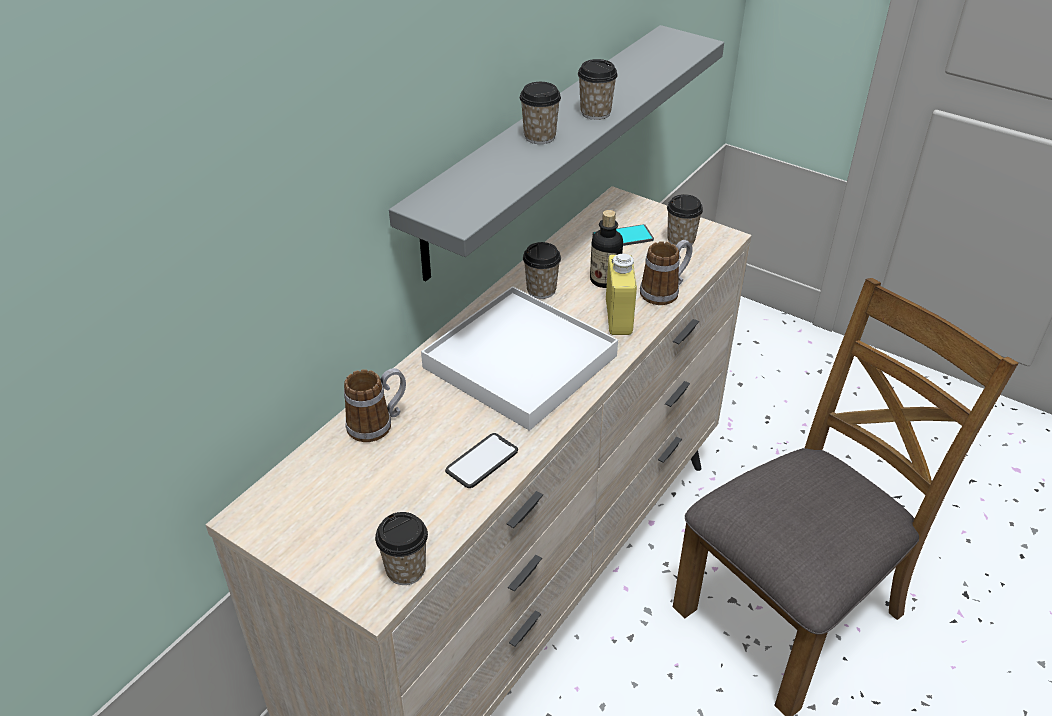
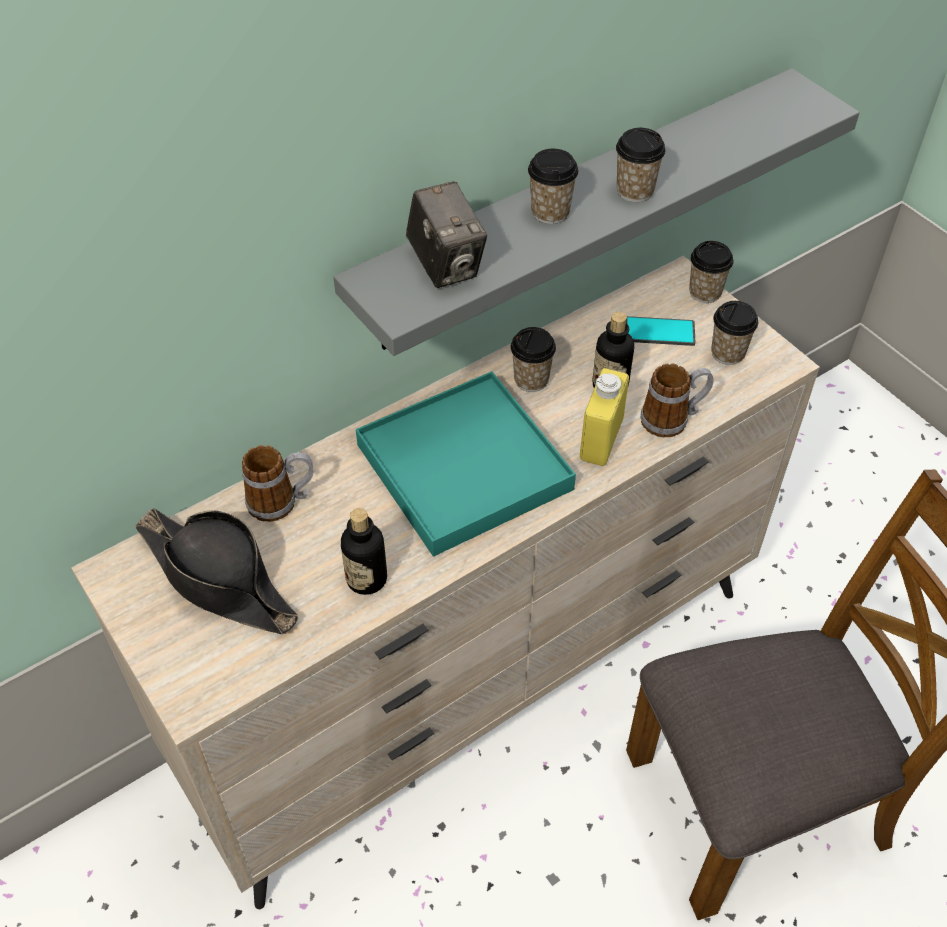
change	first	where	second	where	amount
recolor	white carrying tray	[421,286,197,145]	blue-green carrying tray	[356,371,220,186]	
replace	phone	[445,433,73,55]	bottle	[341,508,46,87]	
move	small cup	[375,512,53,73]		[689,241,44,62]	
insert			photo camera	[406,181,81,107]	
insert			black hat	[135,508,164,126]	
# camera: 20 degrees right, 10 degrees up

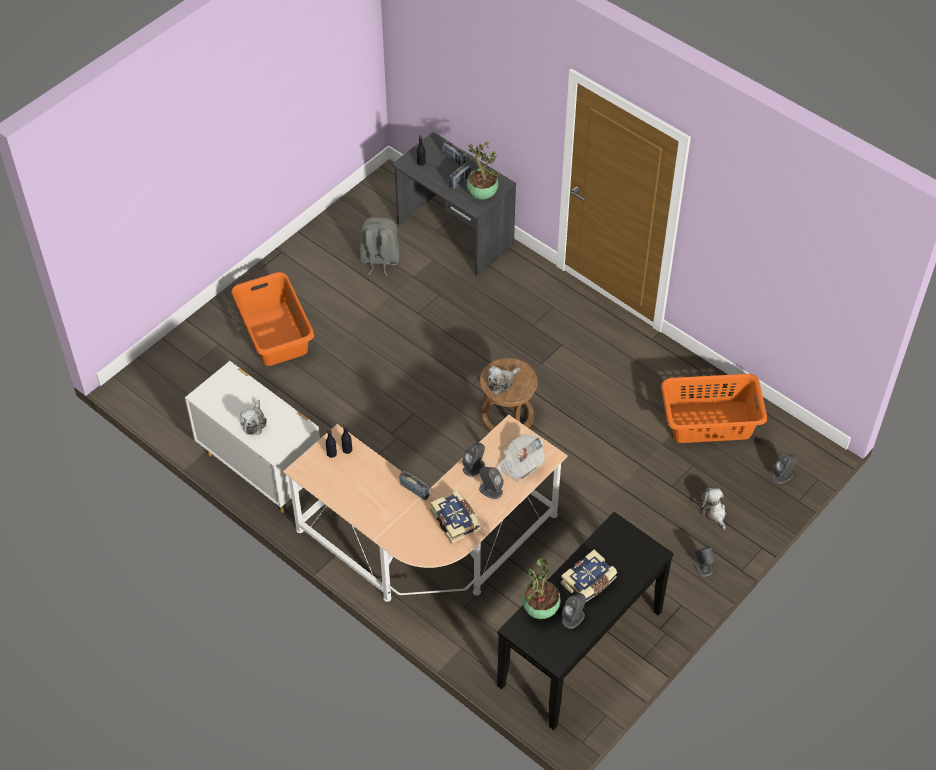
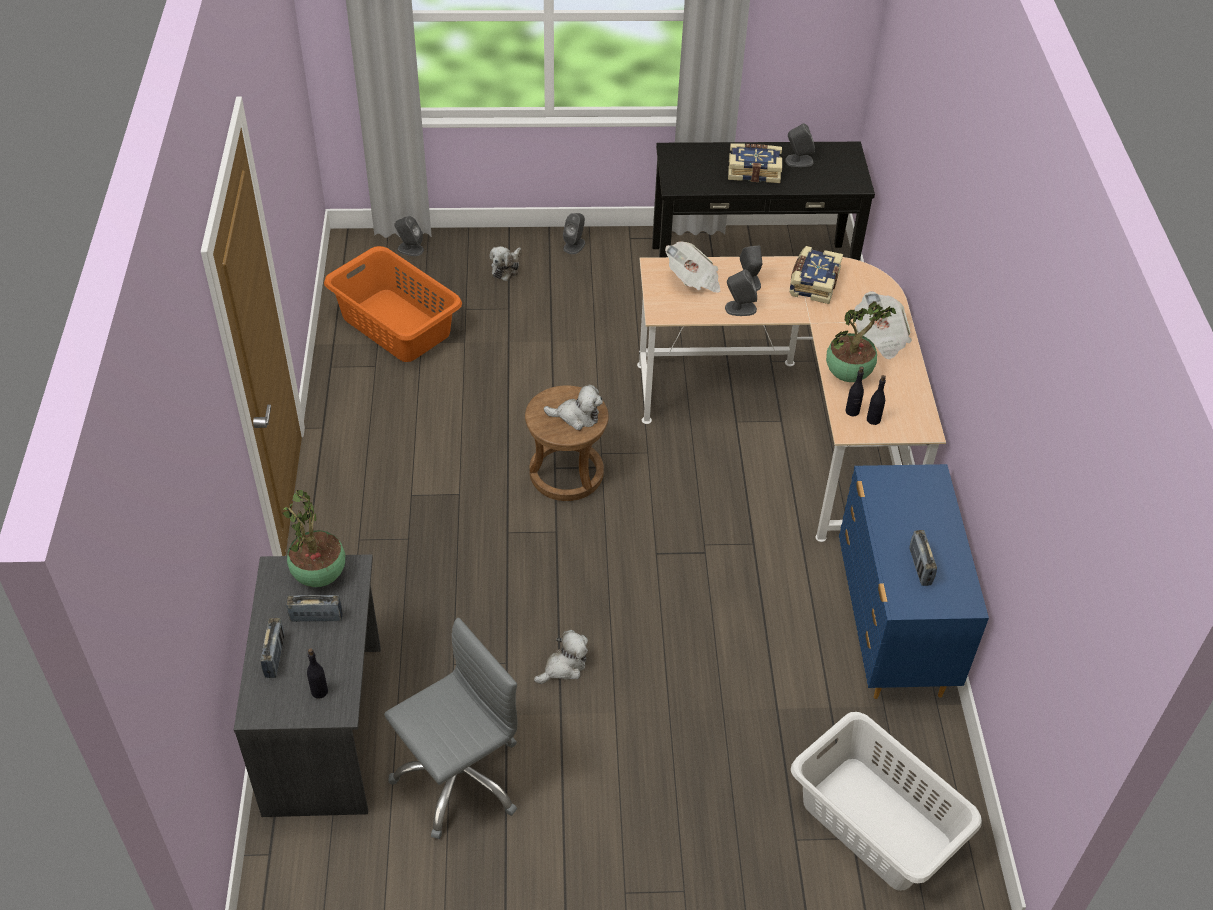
change	first	where	second	where	amount
replace	gray backpack	[360,217,40,59]	gray computer chair	[384,618,133,221]	
delete	orangey hamper	[231,272,83,94]			
recolor	white chest of drawers	[185,361,135,152]	bluish chest of drawers	[839,464,150,235]	
move	plush toy	[240,400,27,35]		[534,630,54,54]	
move	radio	[400,470,30,30]		[909,530,28,56]	
move	houseplant	[522,557,39,62]		[826,301,70,81]	
insert			newspaper	[854,291,58,68]	
insert			white hamper	[791,712,191,179]	
# camera: 135 degrees left, 5 degrees down

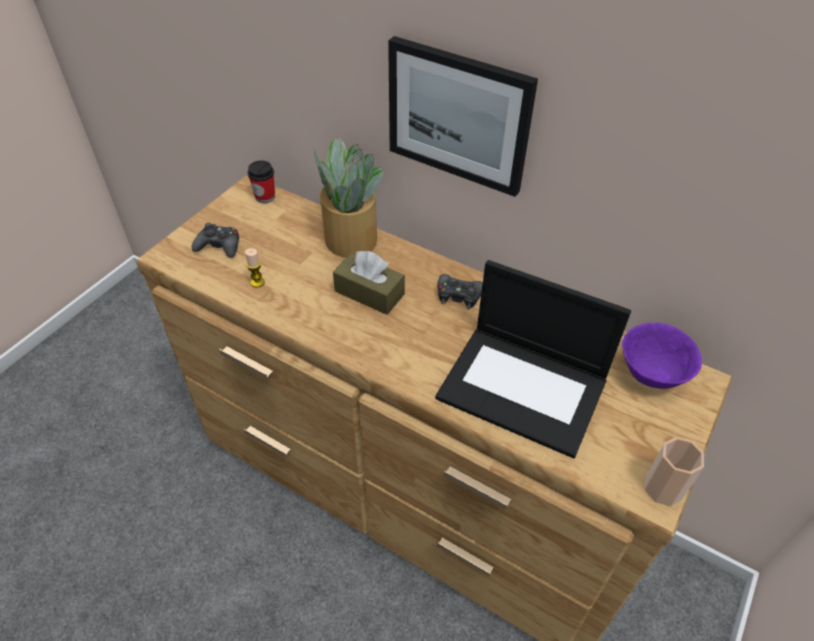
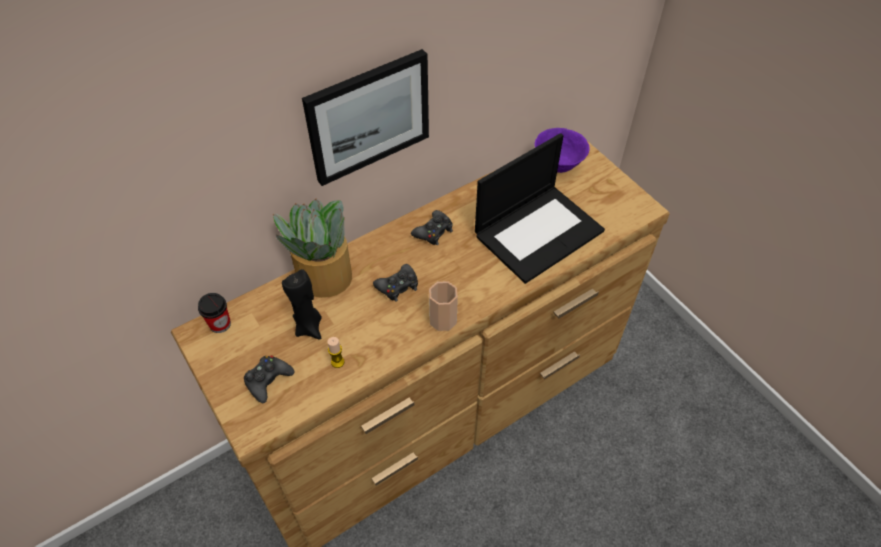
change	first	where	second	where	amount
replace	brownish tissue holder	[333,251,72,64]	black joypad	[373,264,45,38]	
move	small cup	[645,437,59,69]		[429,281,29,50]	
insert			black candle	[282,269,40,70]	
# camera: 65 degrees left, 5 degrees up

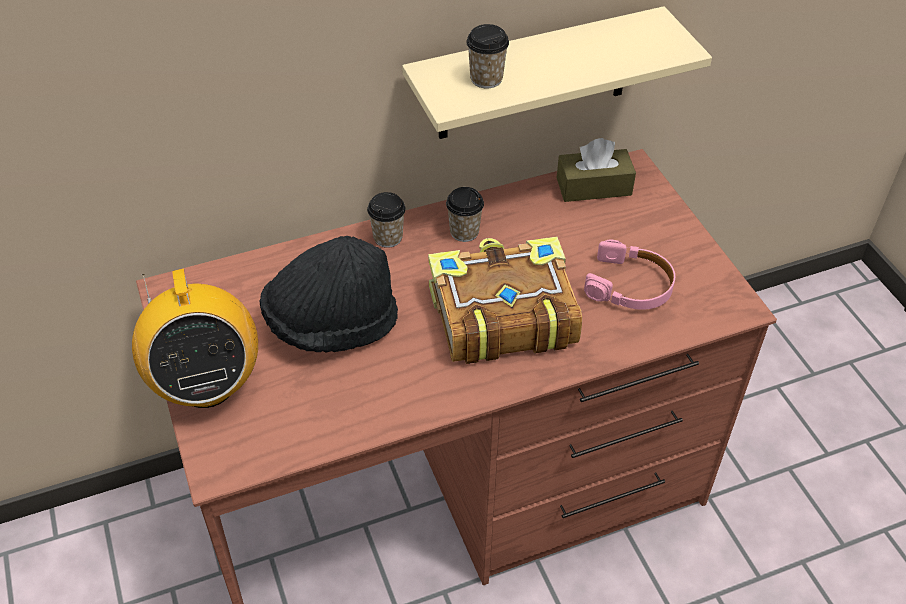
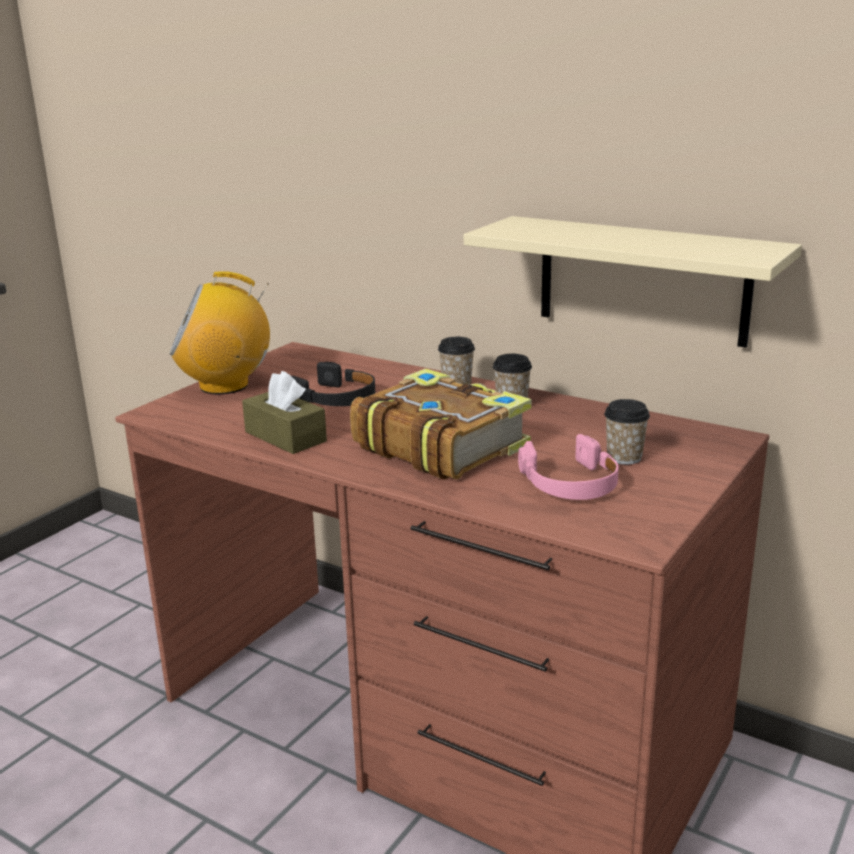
change	first	where	second	where	amount
move	small cup	[466,24,43,64]		[604,399,46,66]	
move	brownish tissue holder	[557,138,79,64]		[242,371,85,83]	
replace	black hat	[260,236,138,116]	black pair of headphones	[292,362,83,44]	
rotate	radio	[132,269,126,139]		[170,271,100,124]	45 degrees clockwise
# camera: 55 degrees right, 25 degrees down

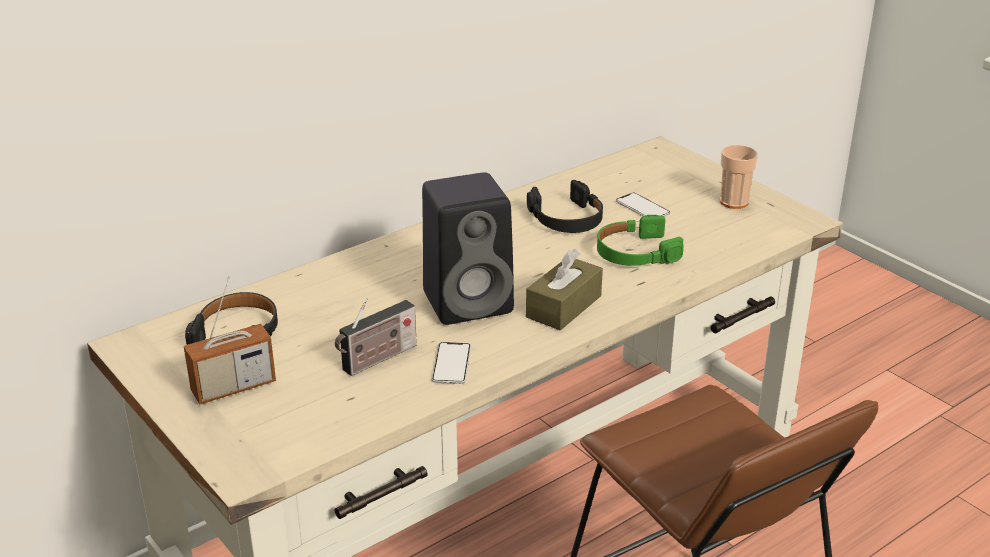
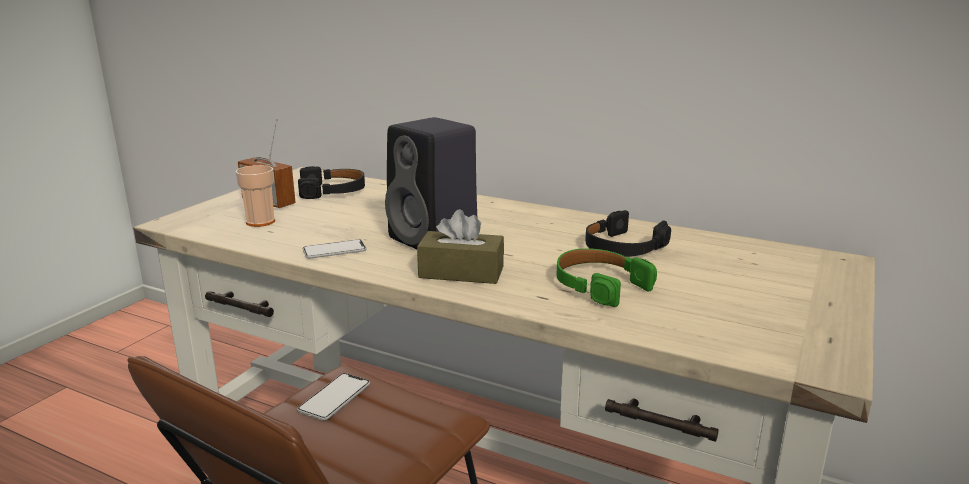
change	first	where	second	where	amount
move	small cup	[720,145,38,64]		[236,165,39,62]	
move	phone	[616,193,55,24]		[297,373,73,47]	
delete	radio	[335,298,82,78]			
# camera: 65 degrees right, 10 degrees down

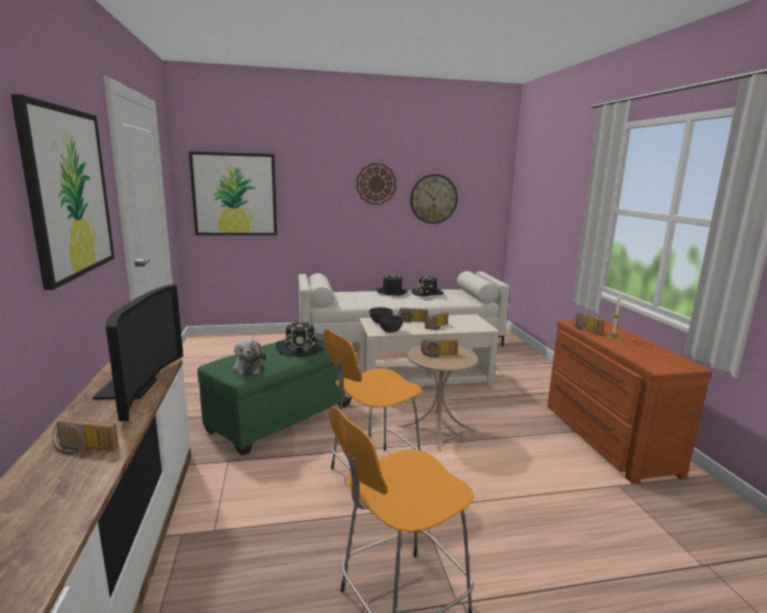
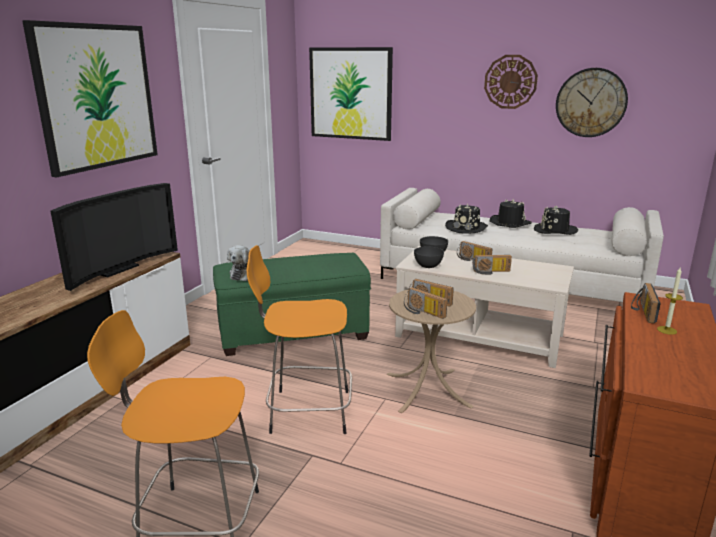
change	first	where	second	where	amount
move	black hat	[276,322,48,35]		[445,203,43,30]	
move	radio	[52,418,67,36]		[404,287,43,32]	
# camera: 35 degrees right, 5 degrees up

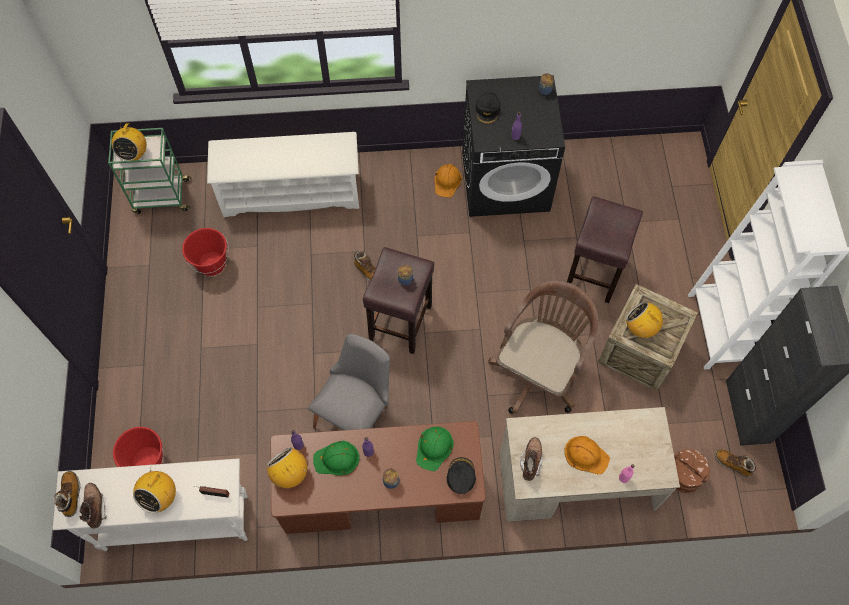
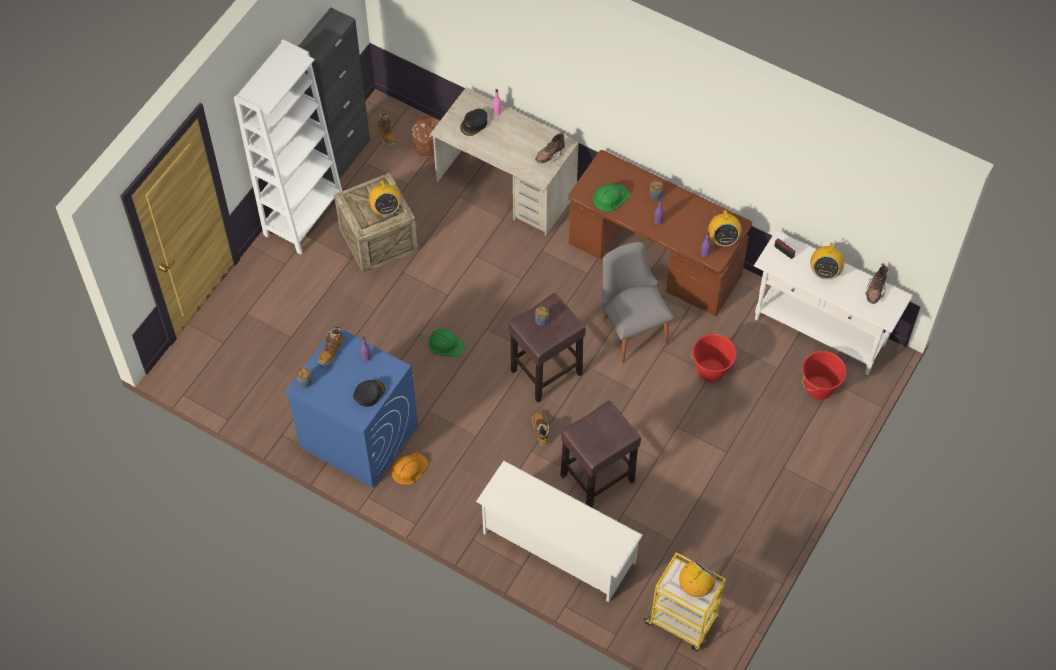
change	first	where	second	where	amount
recolor	black laundry appliance	[462,75,103,142]	bluish laundry appliance	[285,326,133,162]	
recolor	green-coloured wheeled cart	[108,128,84,86]	yellow wheeled cart	[642,552,84,99]	
move	brownish sitting stool	[567,196,76,107]		[560,401,81,107]	
move	reddish pail	[182,228,47,48]		[690,334,47,48]	
delete	brownish computer chair	[488,281,110,133]			
rotate	gray plain chair	[308,334,82,96]		[602,242,72,121]	90 degrees clockwise
delete	orangey hard hat	[564,436,46,39]			
move	green-coloured hard hat	[313,441,46,34]		[428,328,38,30]	
move	black cap	[447,457,29,37]		[460,109,27,27]	
rotate	radio	[133,463,43,50]		[810,239,34,40]	135 degrees clockwise
move	tall boot	[54,471,26,46]		[318,327,26,39]	
# camera: 145 degrees left, 5 degrees down

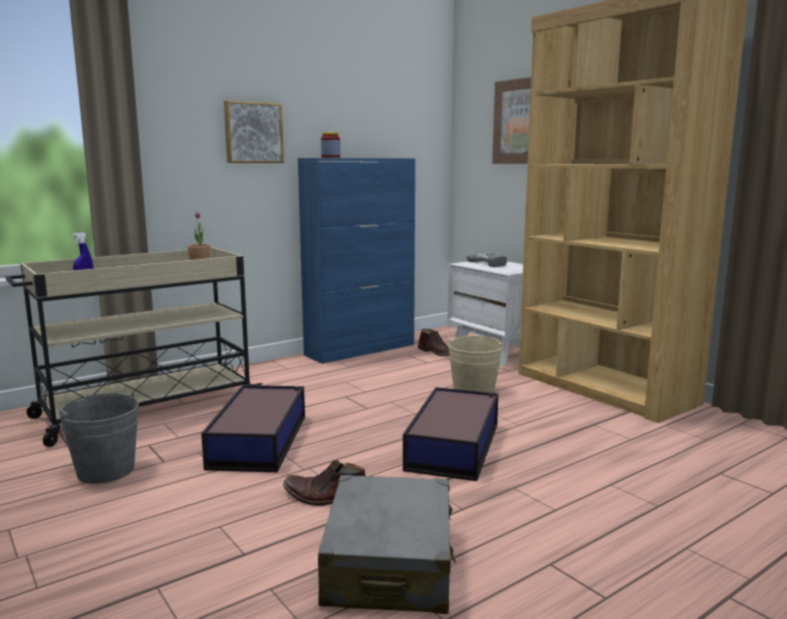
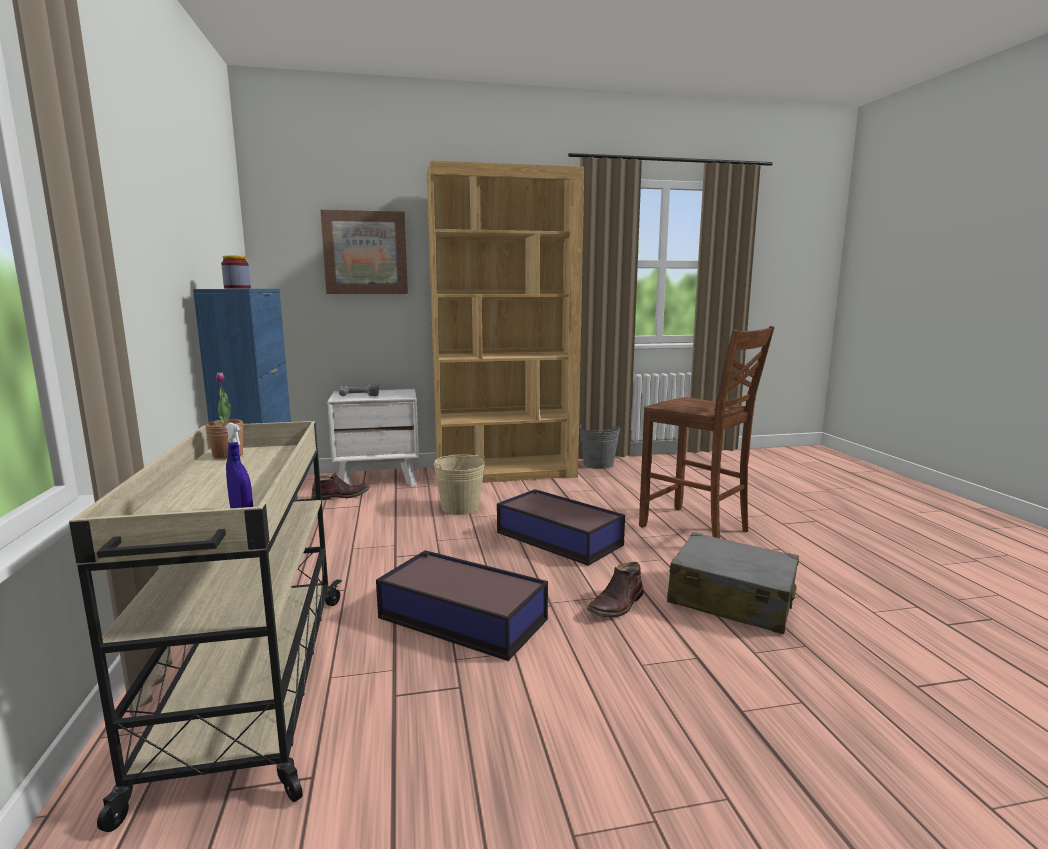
change	first	where	second	where	amount
delete	wall picture	[224,101,60,62]			
move	gray pail	[58,393,81,91]		[579,425,41,44]	
insert			brownish plain chair	[639,326,136,212]	
# camera: 65 degrees left, 0 degrees up

